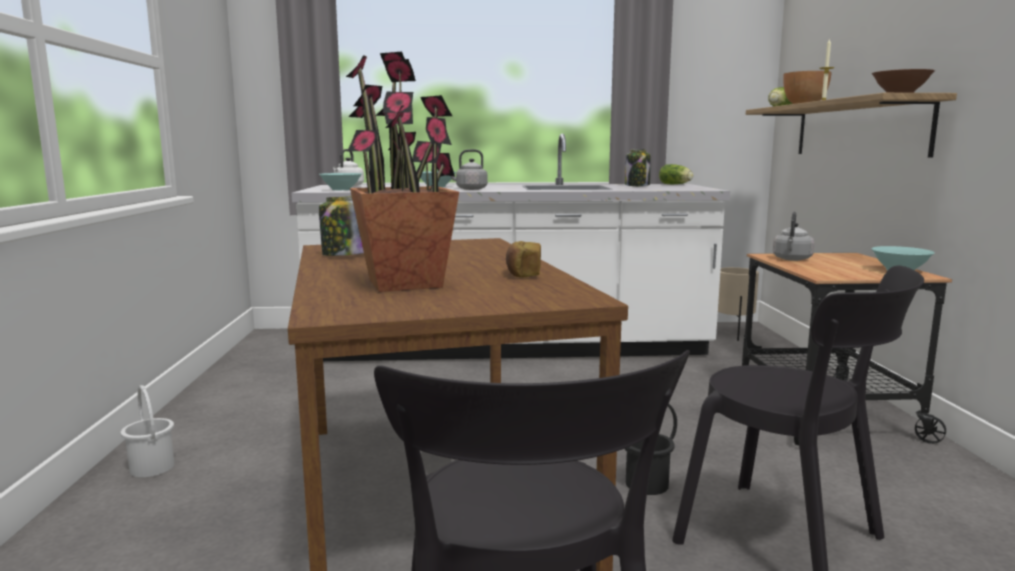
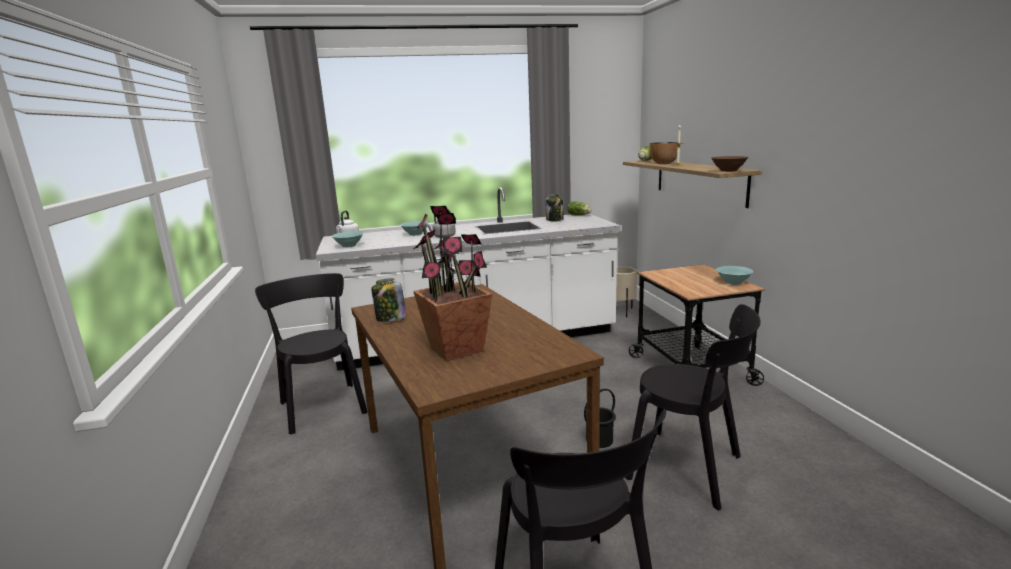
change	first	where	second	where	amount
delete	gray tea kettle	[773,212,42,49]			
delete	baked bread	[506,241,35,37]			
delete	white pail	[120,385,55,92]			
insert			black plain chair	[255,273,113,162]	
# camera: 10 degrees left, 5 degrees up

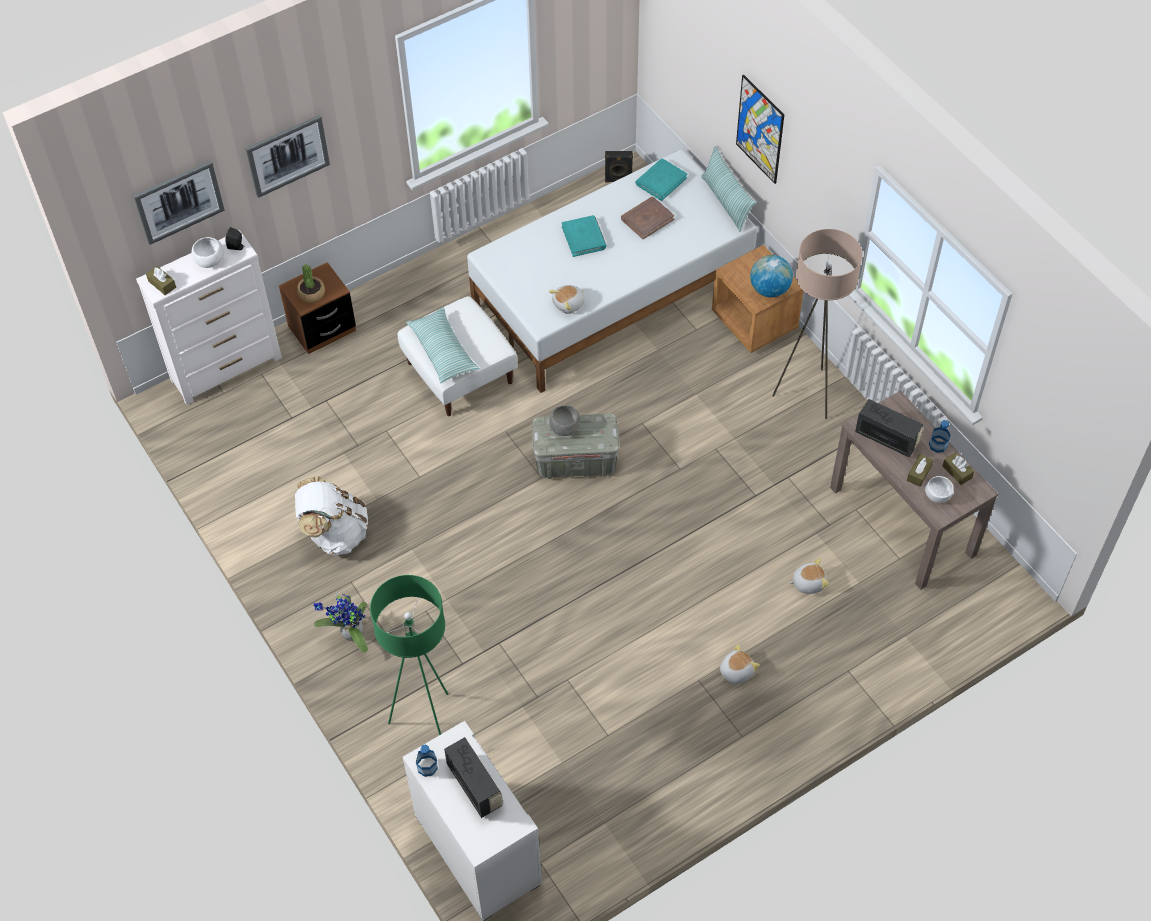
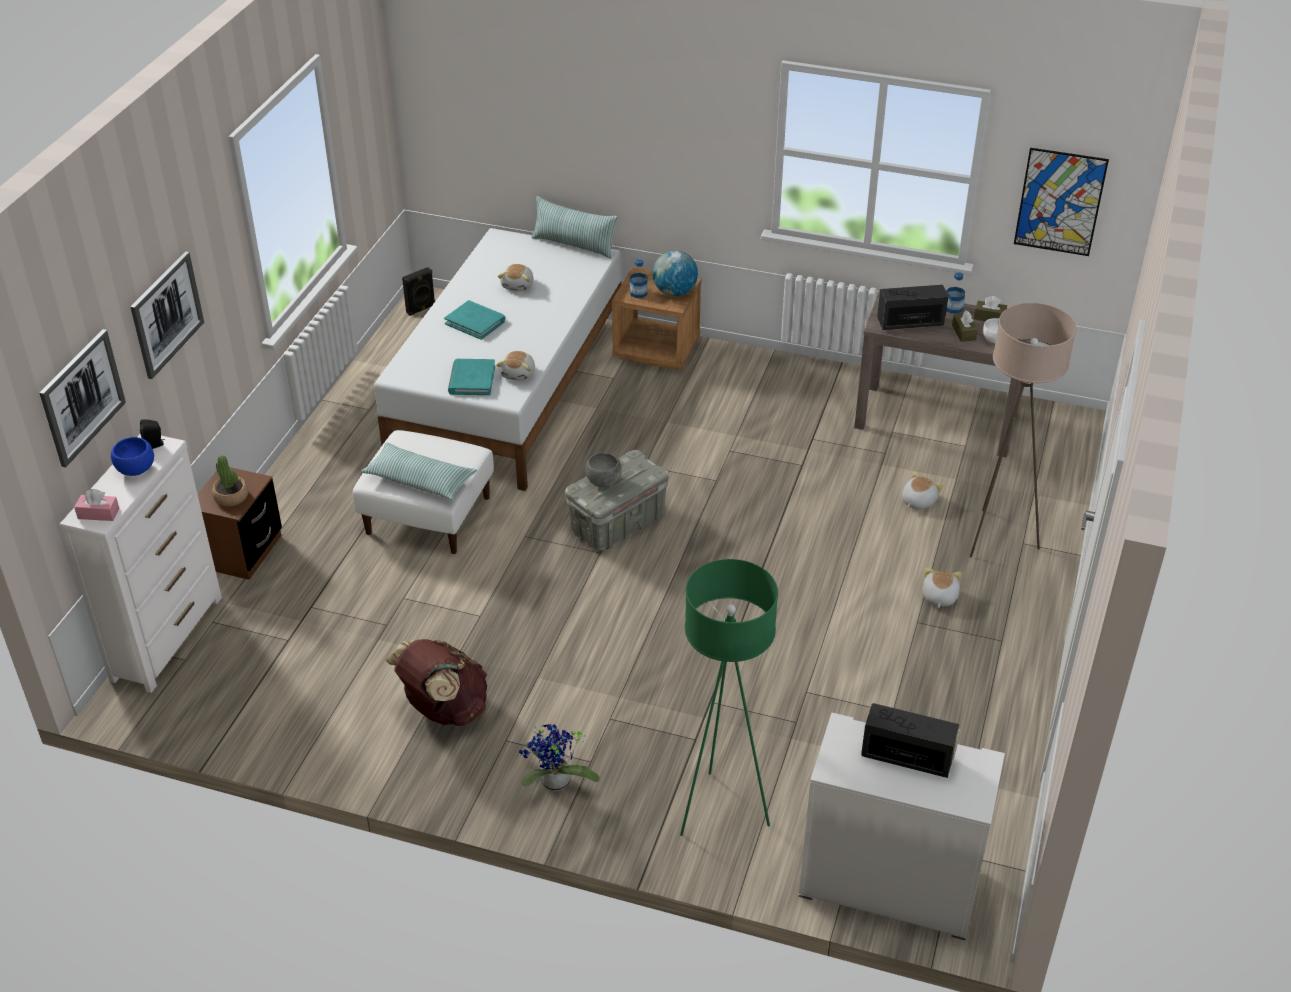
change	first	where	second	where	amount
move	wall picture	[736,74,48,110]		[1014,148,95,108]	
move	blue-green bound book	[636,159,51,42]		[448,359,47,36]	
replace	brownish bound book	[621,197,53,42]	plush toy	[498,264,35,27]	
move	beige standing lamp	[772,229,91,190]		[970,303,106,254]	
recolor	white bowl	[192,237,32,31]	bluish bowl	[111,437,43,39]	
recolor	brownish tissue holder	[146,266,30,29]	pinkish tissue holder	[74,489,46,32]	
recolor	white backpack	[295,476,73,80]	brownish backpack	[385,639,102,87]	
move	bottle	[416,745,22,32]		[629,259,18,39]	
# camera: 40 degrees left, 15 degrees down

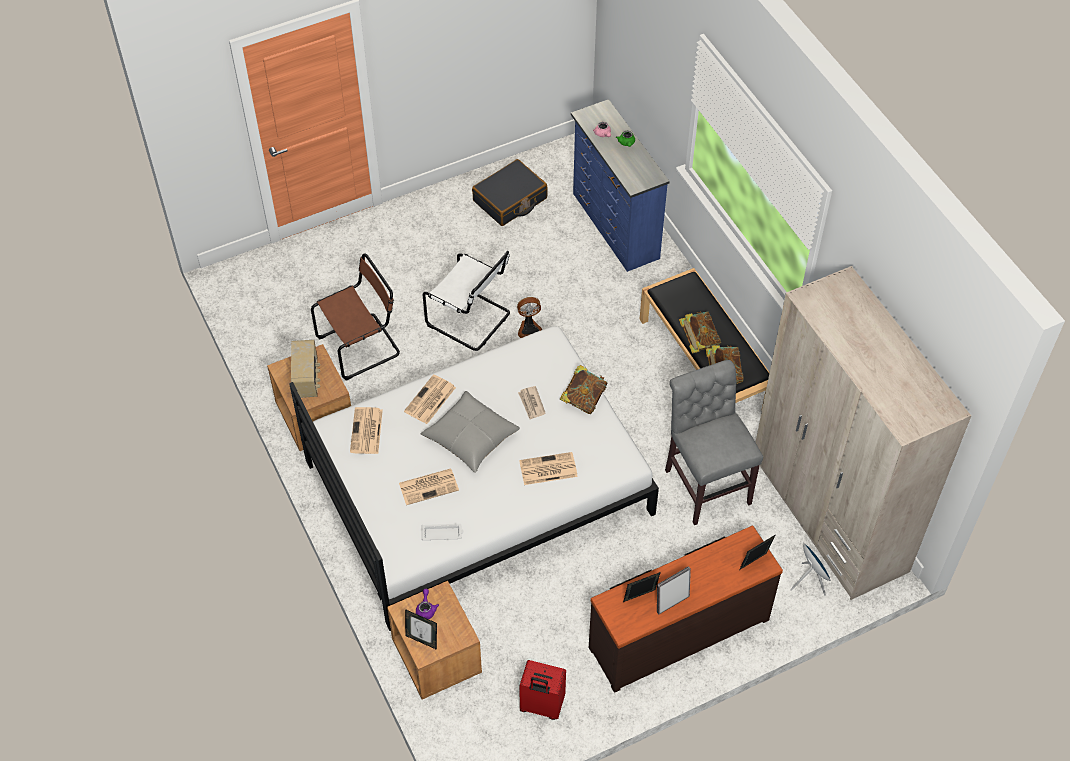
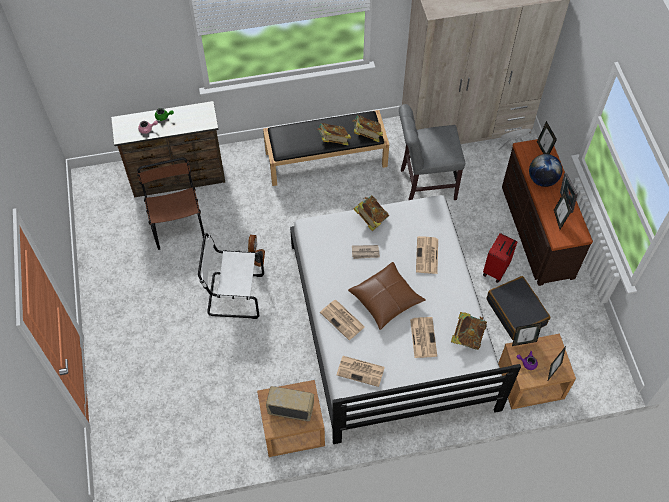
change	first	where	second	where	amount
recolor	bluish chest of drawers	[571,99,99,173]	brownish chest of drawers	[111,101,114,97]	
move	black piece of luggage	[472,159,76,67]		[486,276,64,64]	
rotate	white plain chair	[423,251,87,100]		[198,233,66,86]	135 degrees counterclockwise
move	brownish plain chair	[311,253,89,128]		[137,158,67,92]	
recolor	gray pillow	[421,391,99,82]	brownish pillow	[348,262,78,68]	
replace	white carrying tray	[421,524,43,16]	bound book	[451,312,36,38]	
move	reddish piece of luggage	[519,660,47,60]		[483,233,35,50]	
insert			globe	[529,154,33,33]	
insert			picture frame	[512,323,30,23]	
# camera: 75 degrees left, 5 degrees up

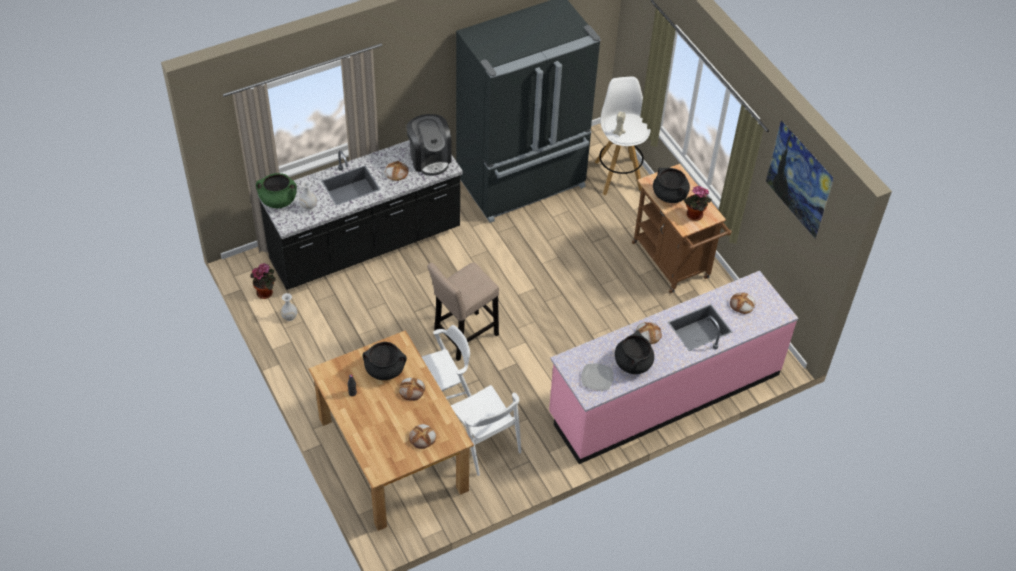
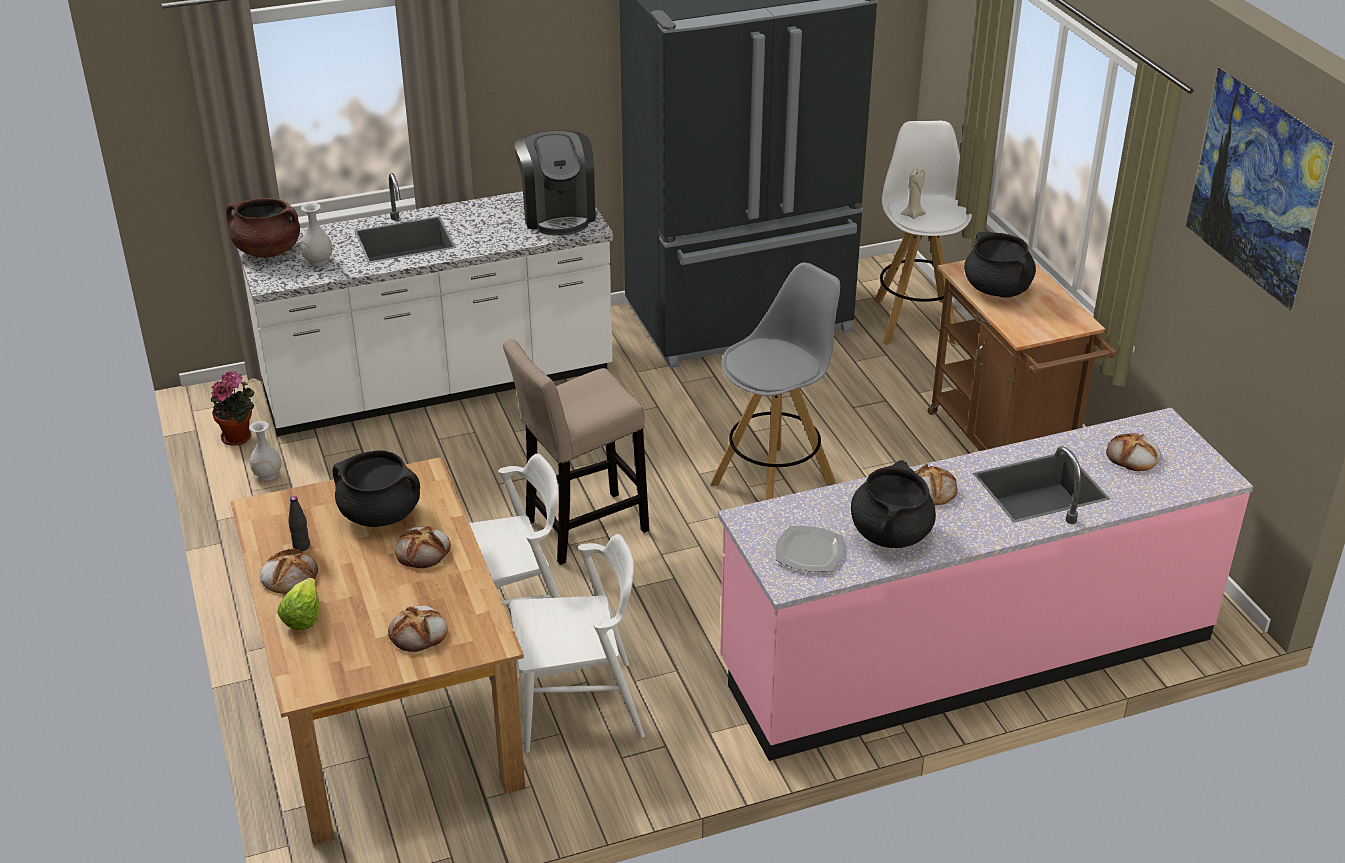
change	first	where	second	where	amount
recolor	black kitchen counter	[257,140,206,150]	white kitchen counter	[237,173,376,263]	
move	baked bread	[385,161,24,20]		[260,549,58,45]	
recolor	green-coloured stockpot	[256,173,41,35]	brownish stockpot	[226,198,74,60]	
delete	houseplant	[684,186,28,35]			
rotate	white plain chair	[451,385,70,91]		[510,534,135,219]	75 degrees counterclockwise
insert			gray sitting stool	[710,263,130,237]	
insert			lettuce head	[277,578,43,52]	
# camera: 10 degrees right, 15 degrees down

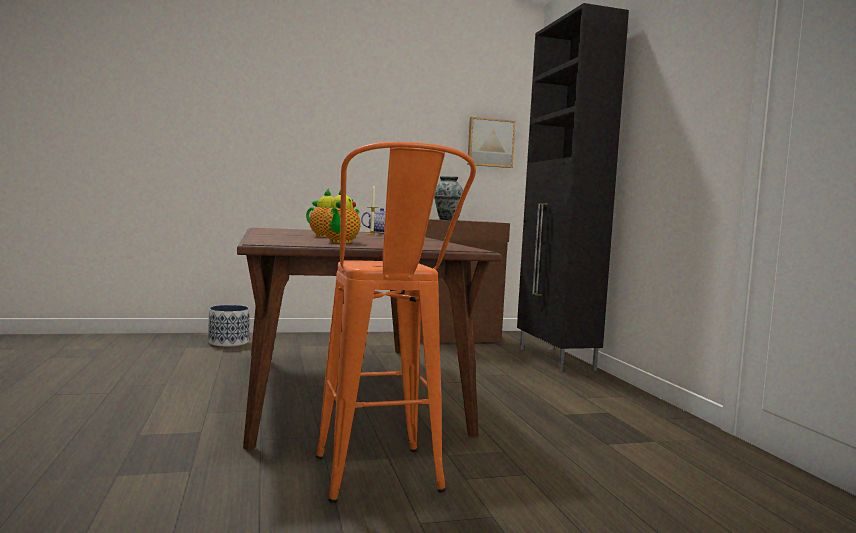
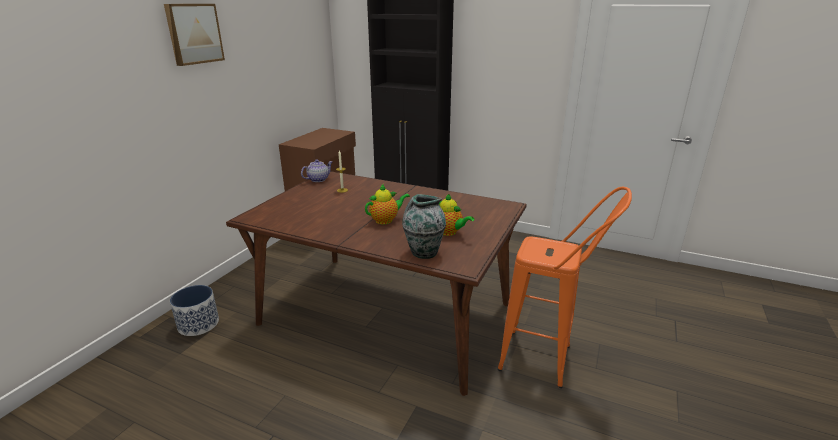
change	first	where	second	where	amount
move	wall picture	[467,117,49,51]		[164,4,61,62]	
move	flower vase	[434,176,29,44]		[402,194,44,65]	
# camera: 50 degrees left, 20 degrees up

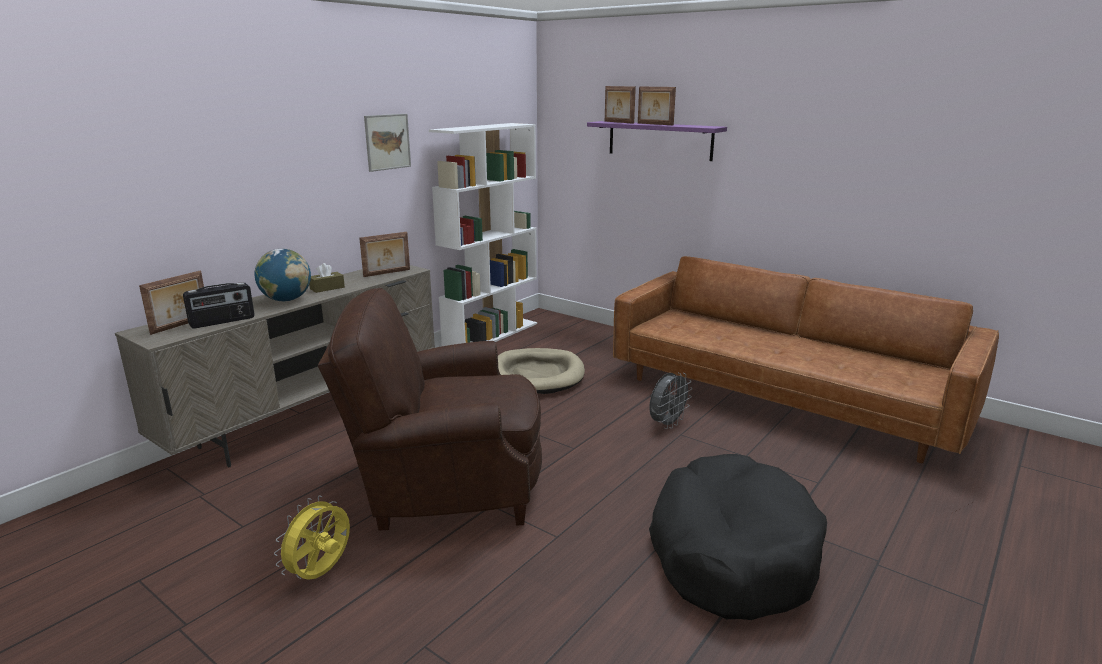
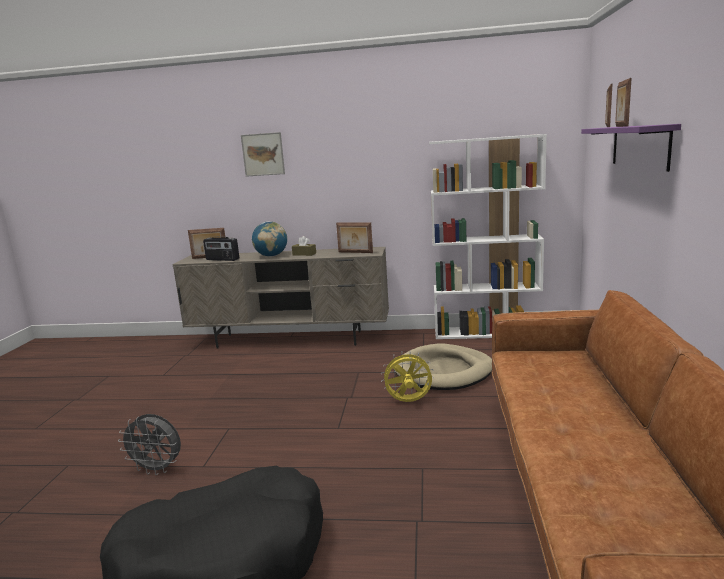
change	first	where	second	where	amount
move	wall picture	[364,114,47,58]		[241,132,44,45]	
delete	brownish armchair	[317,288,225,242]			
move	gray cooling fan	[649,373,43,56]		[118,414,63,61]	
move	yellow cooling fan	[274,495,76,85]		[381,351,53,51]	
# camera: 60 degrees right, 5 degrees down

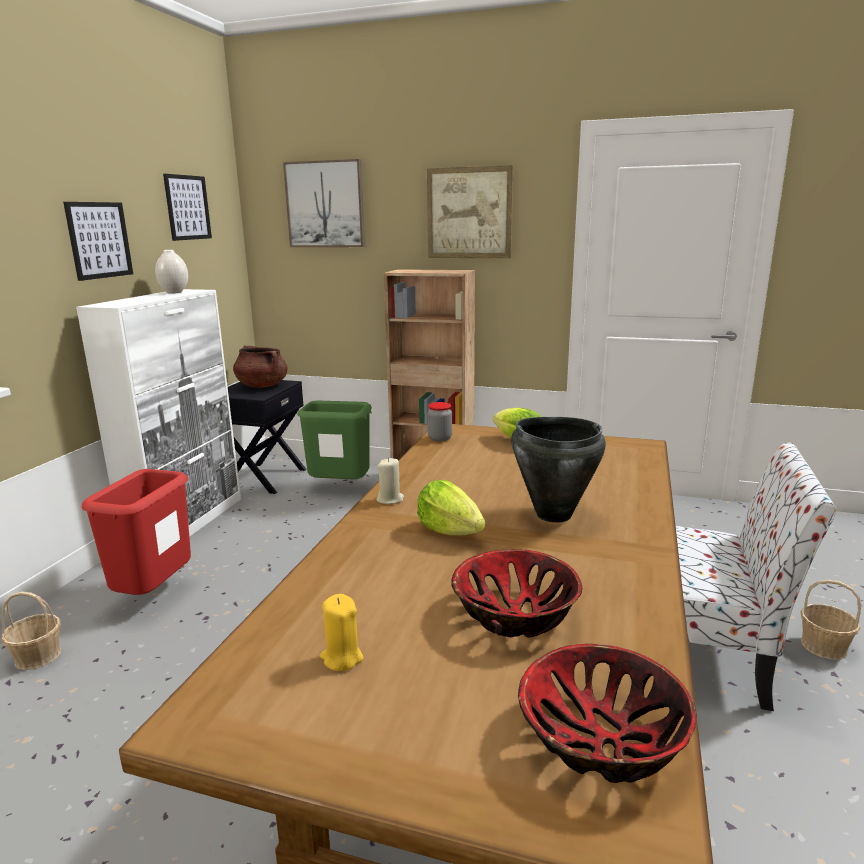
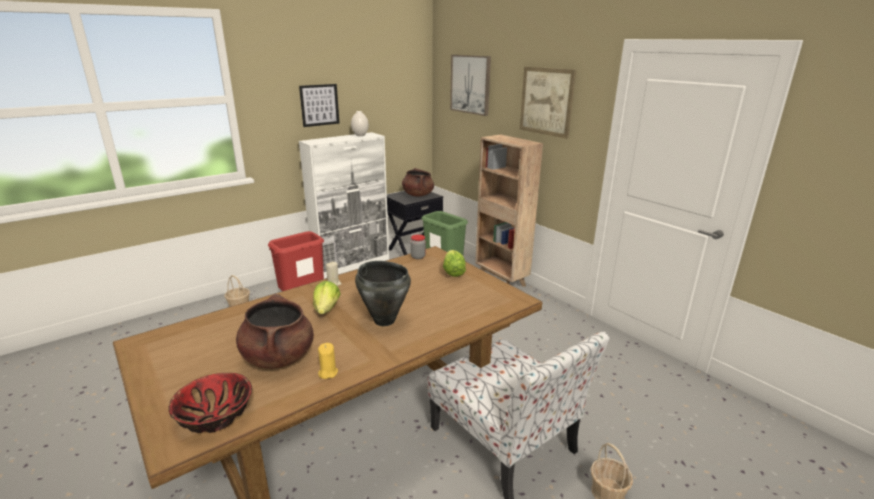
change	first	where	second	where	amount
delete	wall picture	[163,174,49,67]			
replace	bowl	[451,549,131,89]	brownish stockpot	[236,294,78,75]	
move	yellow candle	[320,594,43,77]		[318,343,20,36]	
# camera: 35 degrees right, 5 degrees up

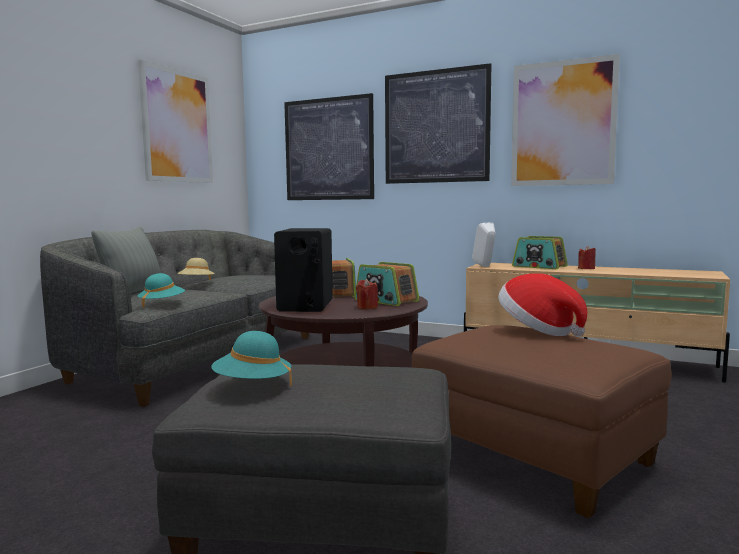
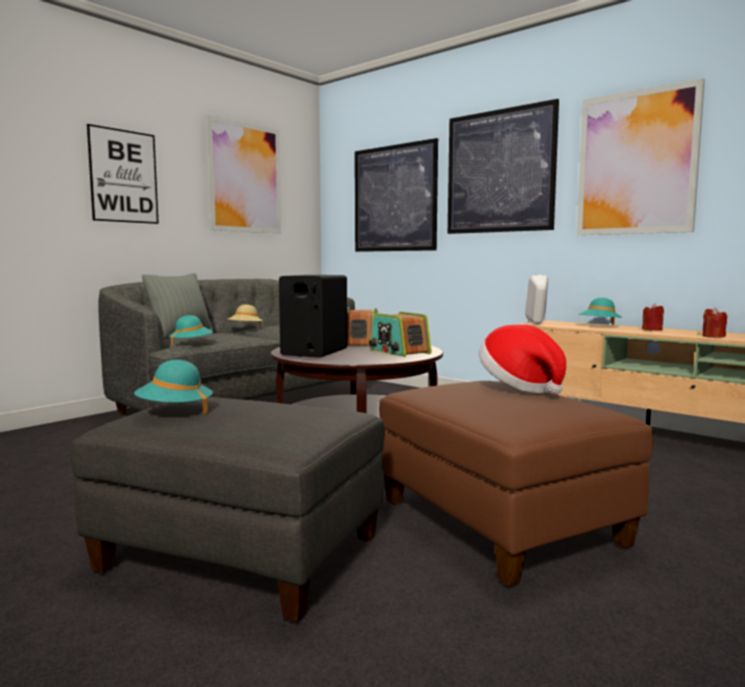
change	first	where	second	where	amount
replace	radio	[512,236,56,33]	blue-green hat	[579,298,43,27]	
move	reddish candle	[356,279,22,30]		[702,307,25,31]	
insert			wall picture	[87,124,72,100]	
# camera: 15 degrees right, 0 degrees up

